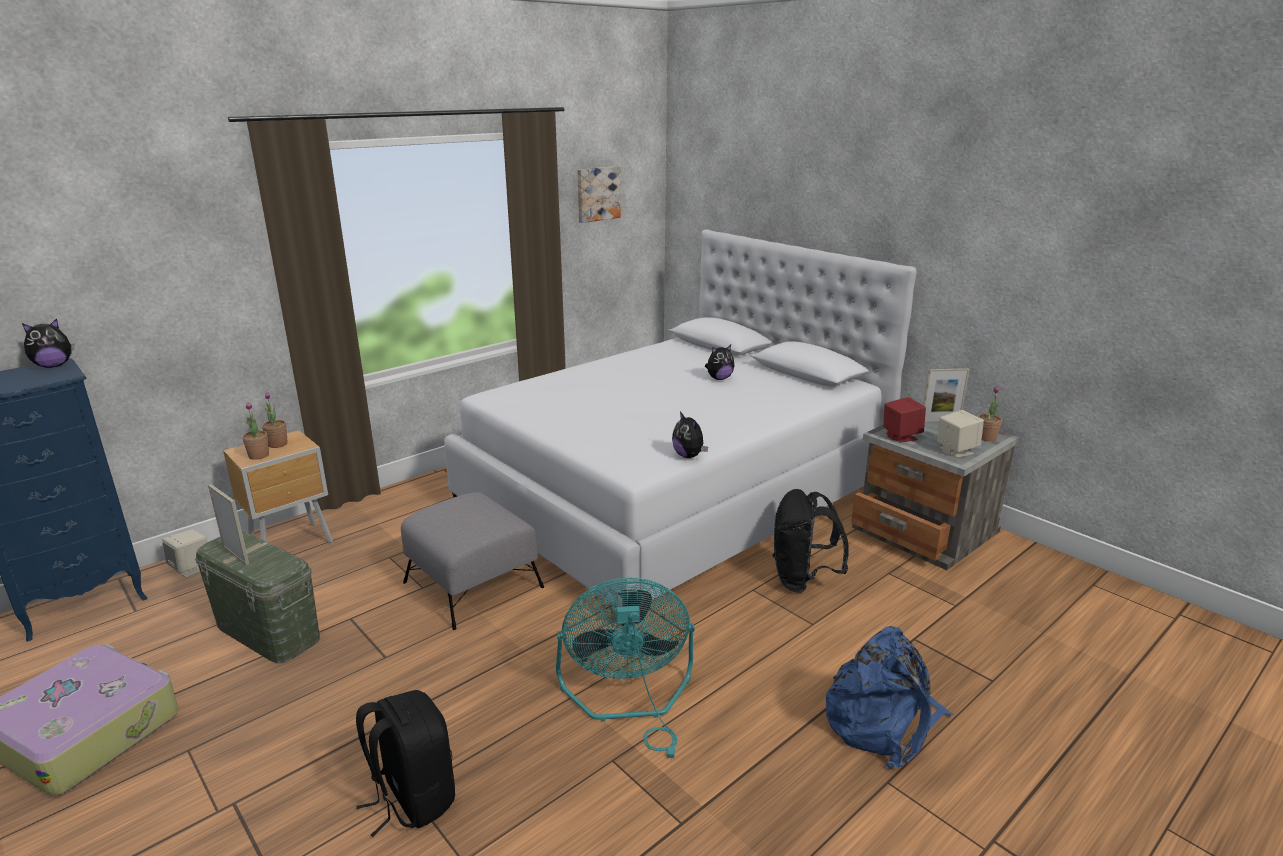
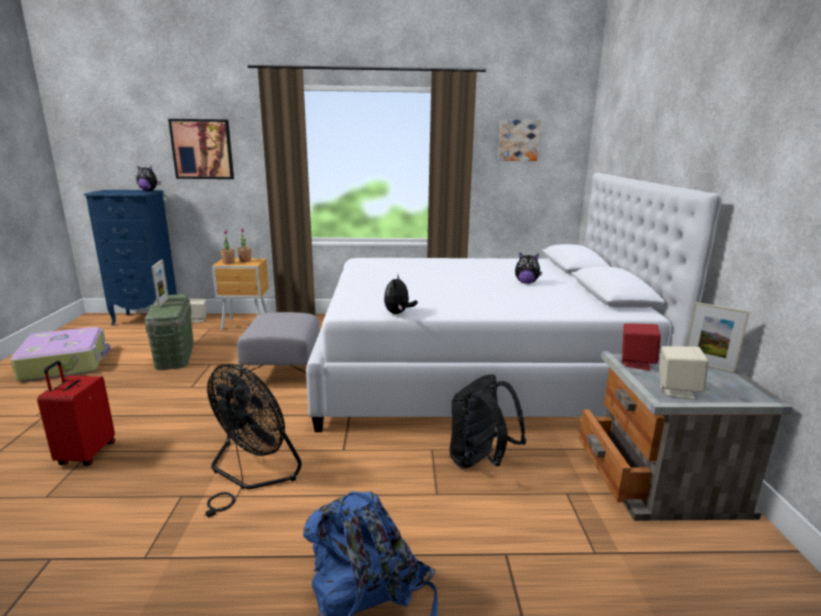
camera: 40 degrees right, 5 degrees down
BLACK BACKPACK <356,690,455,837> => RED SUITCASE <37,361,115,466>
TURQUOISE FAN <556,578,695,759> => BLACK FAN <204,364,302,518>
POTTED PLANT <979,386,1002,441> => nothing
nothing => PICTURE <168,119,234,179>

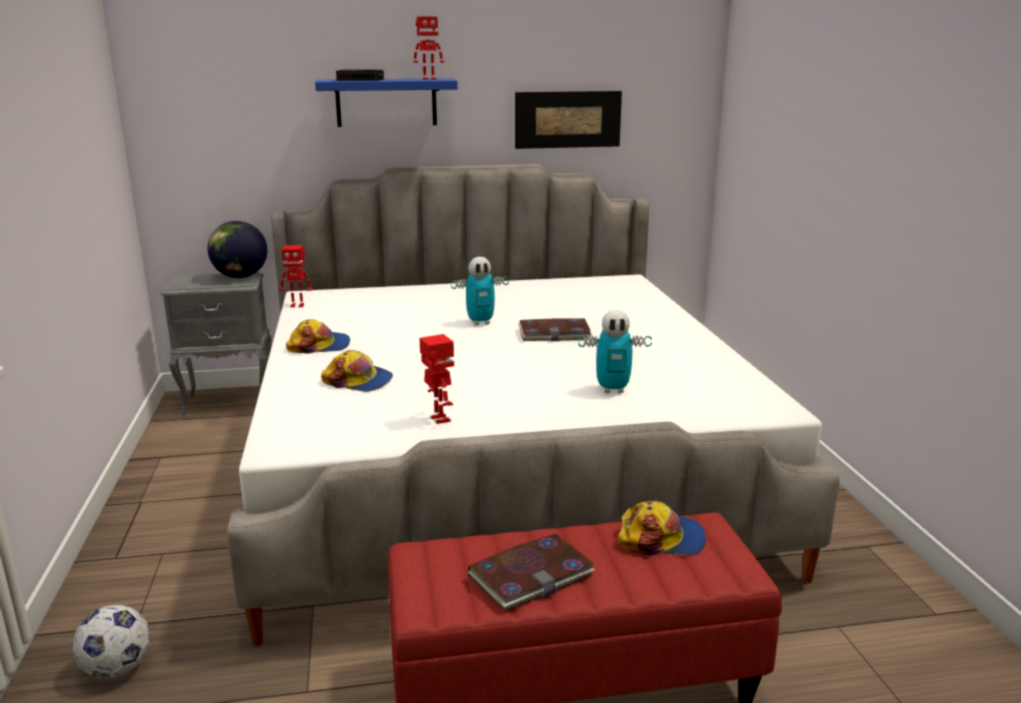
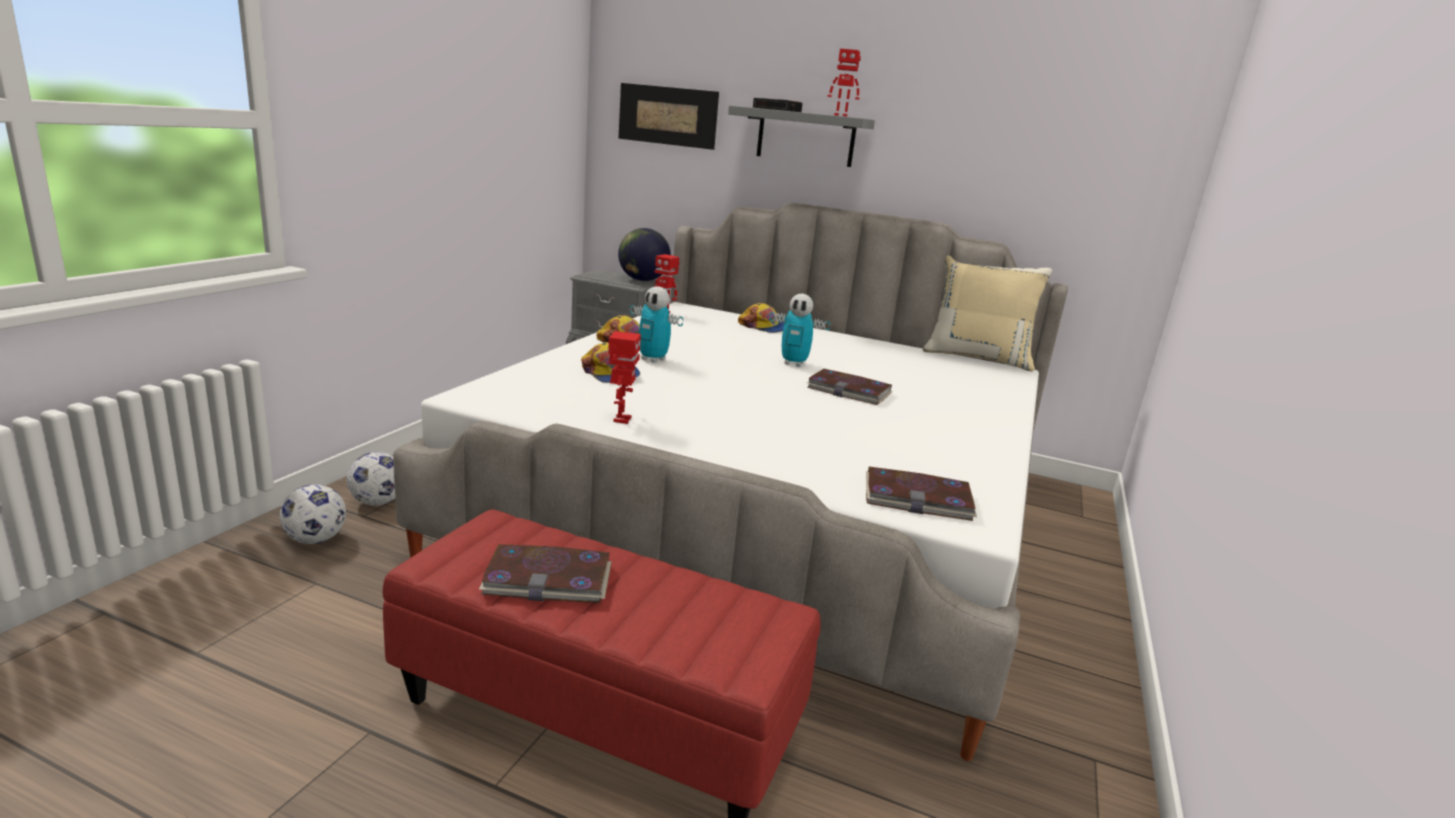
camera: 30 degrees right, 0 degrees up
BLUE SHELF <315,78,458,127> => GREY SHELF <728,105,875,167>
PICTURE <515,91,622,149> => PICTURE <619,83,719,150>, move
TOY ROBOT <578,310,652,393> => TOY ROBOT <630,286,683,363>, move
CAP <618,500,706,555> => CAP <738,303,784,333>, move
nothing => FOOTBALL <347,452,395,506>
nothing => BOOK <866,467,977,521>
nothing => BEIGE PILLOW <923,256,1052,372>

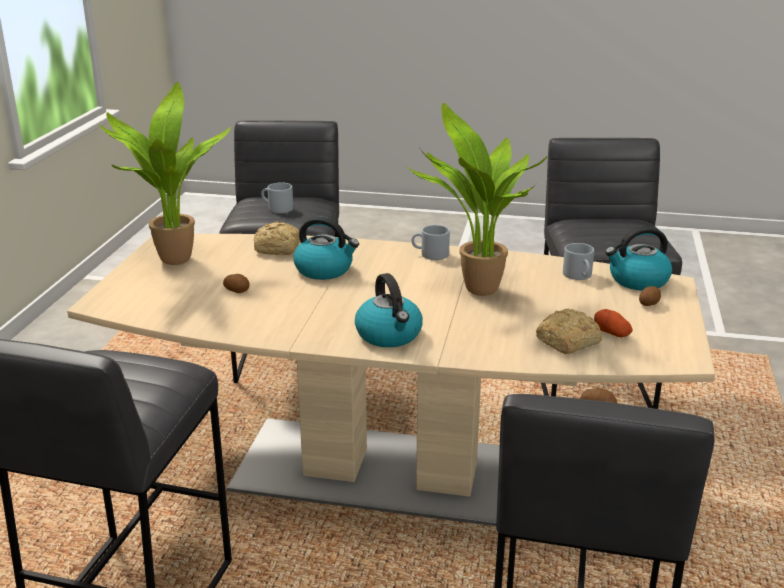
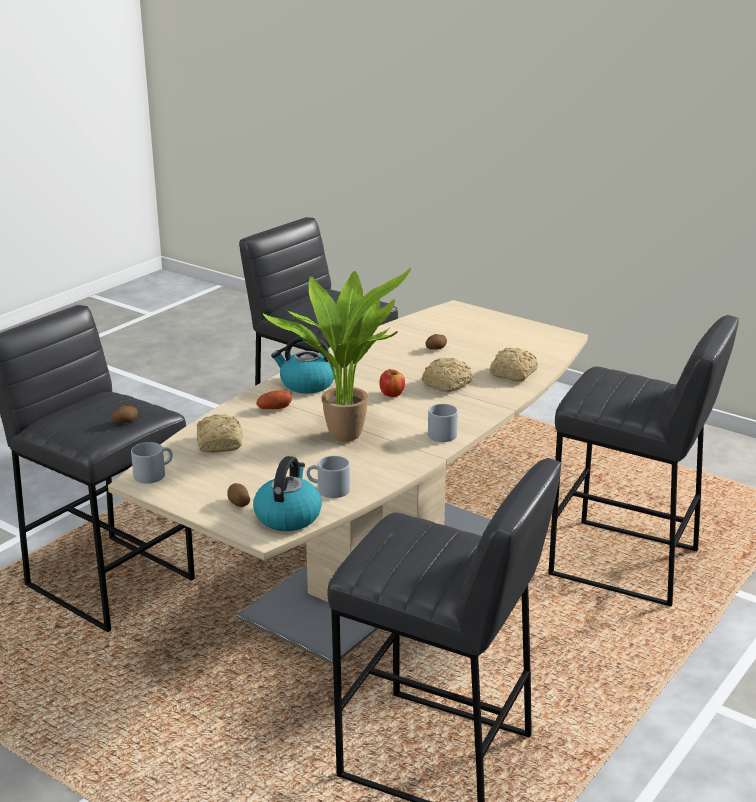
camera: 115 degrees right, 0 degrees up
POTTED PLANT <99,82,231,265> => nothing
GREY MUG <261,182,293,213> => GREY MUG <131,442,173,484>, move
KETTLE <293,217,359,280> => BREAD <422,358,474,392>
POTATO <594,309,633,337> => POTATO <257,391,292,409>, move
nothing => APPLE <379,369,405,397>

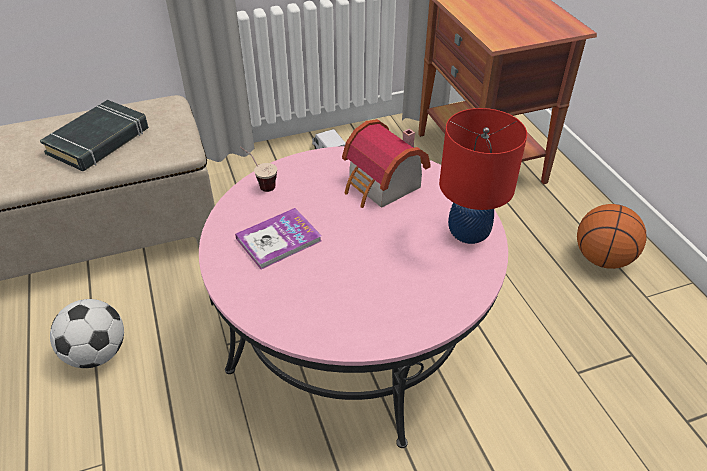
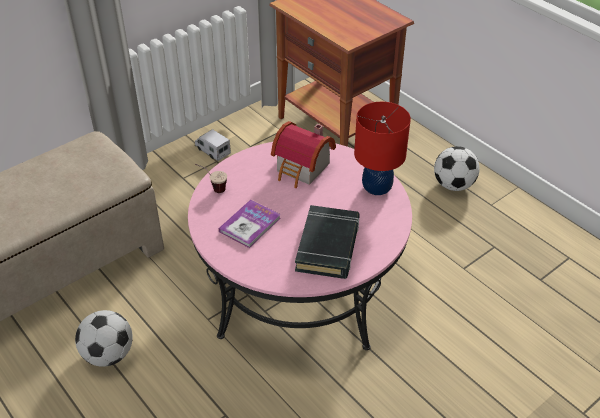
camera: 20 degrees left, 0 degrees up
BLACK BOOK <40,100,149,171> => BLACK BOOK <295,205,360,279>, move
BASKETBALL <577,204,646,269> => FOOTBALL <434,146,480,191>

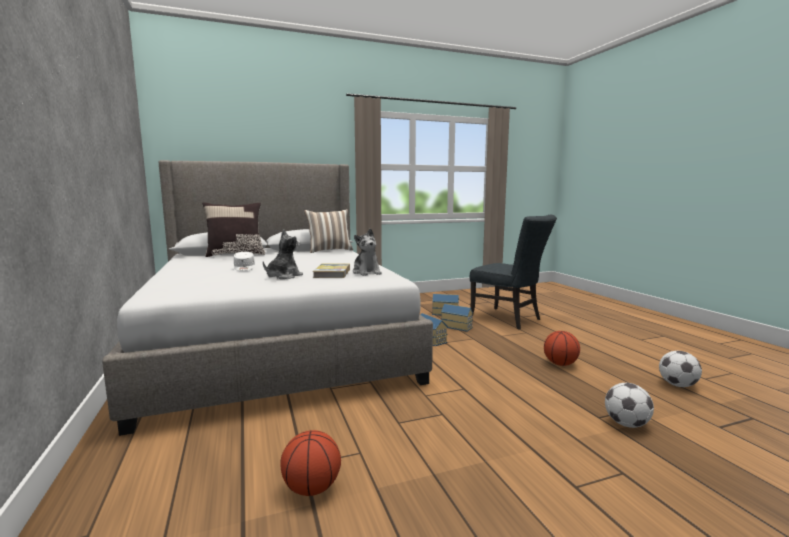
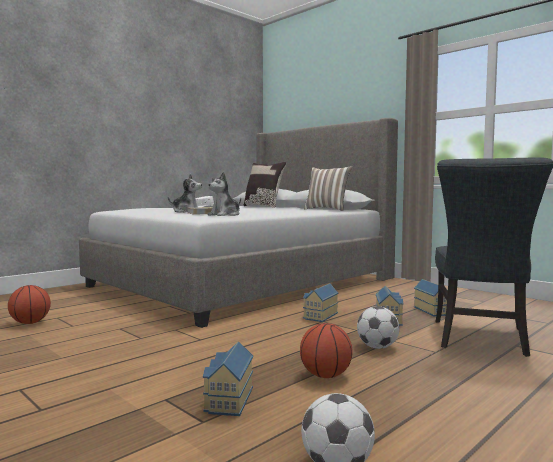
camera: 65 degrees right, 5 degrees down
FOOTBALL <605,383,654,428> => FOOTBALL <357,306,399,349>, move
nothing => TOY HOUSE <203,341,253,416>

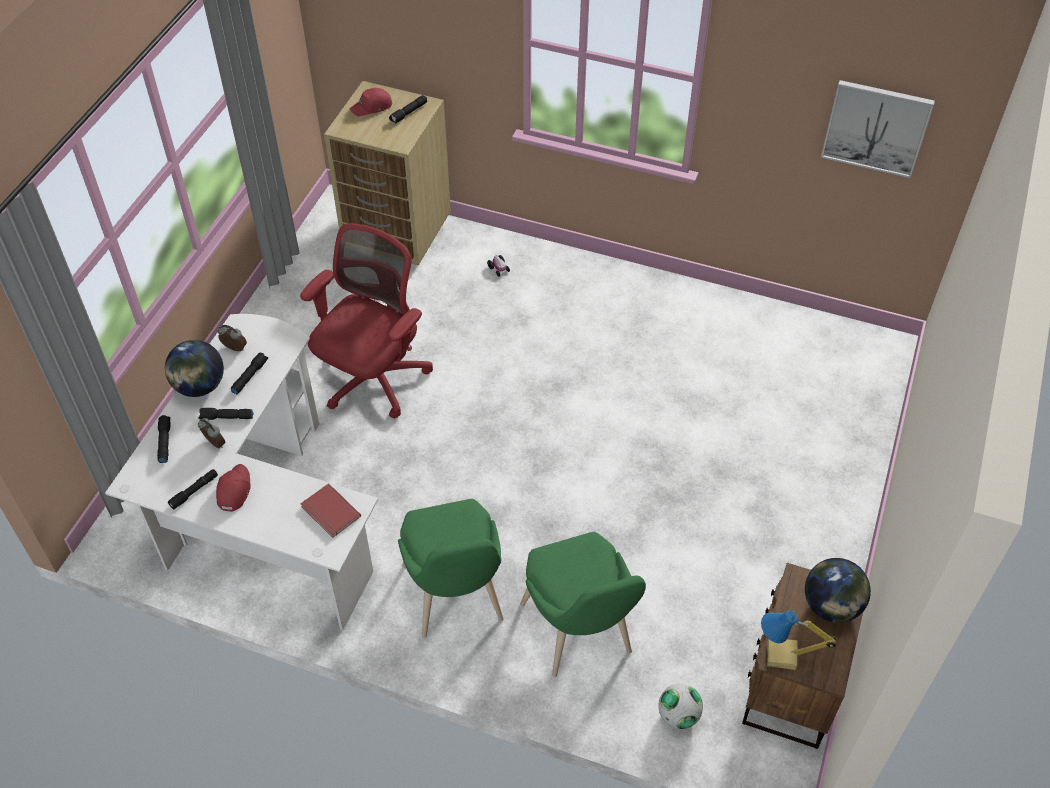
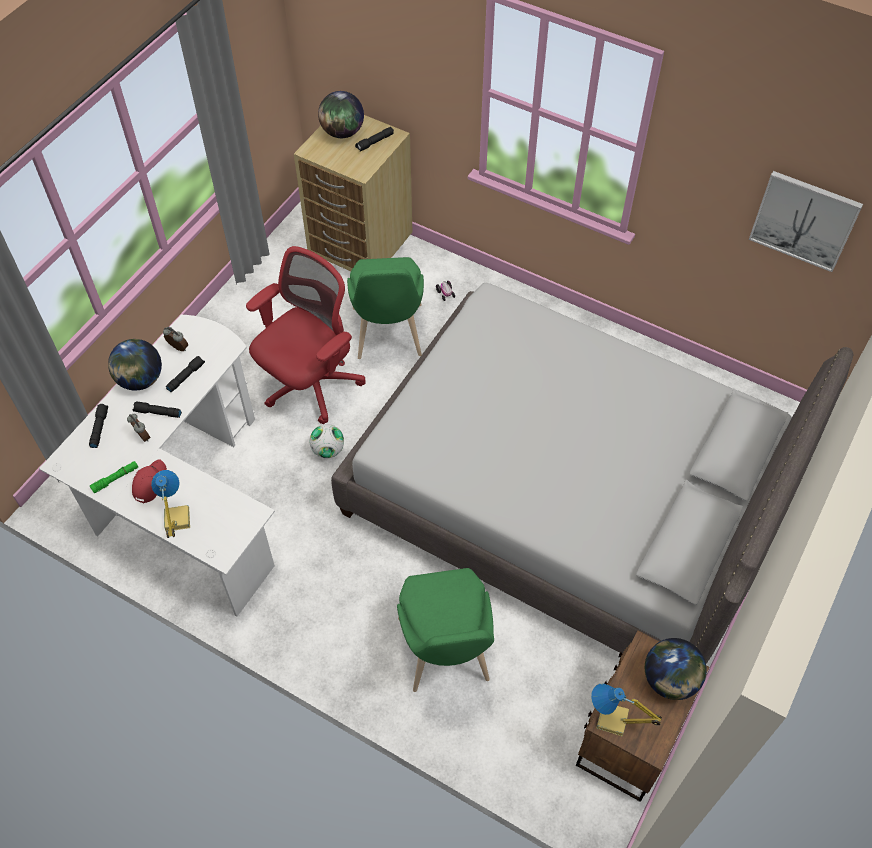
camera: 10 degrees right, 5 degrees up
BLACK FLASHLIGHT <168,469,218,509> => GREEN FLASHLIGHT <90,461,138,493>
RED BOOK <300,483,361,538> => nothing
RED CAP <349,88,392,116> => GLOBE <318,91,364,138>
GREEN CHAIR <398,499,503,638> => GREEN CHAIR <347,257,424,359>, move
FOOTBALL <658,683,703,729> => FOOTBALL <310,424,344,458>, move
nothing => TABLE LAMP <151,470,190,538>
nothing => GREY BED <331,283,854,664>

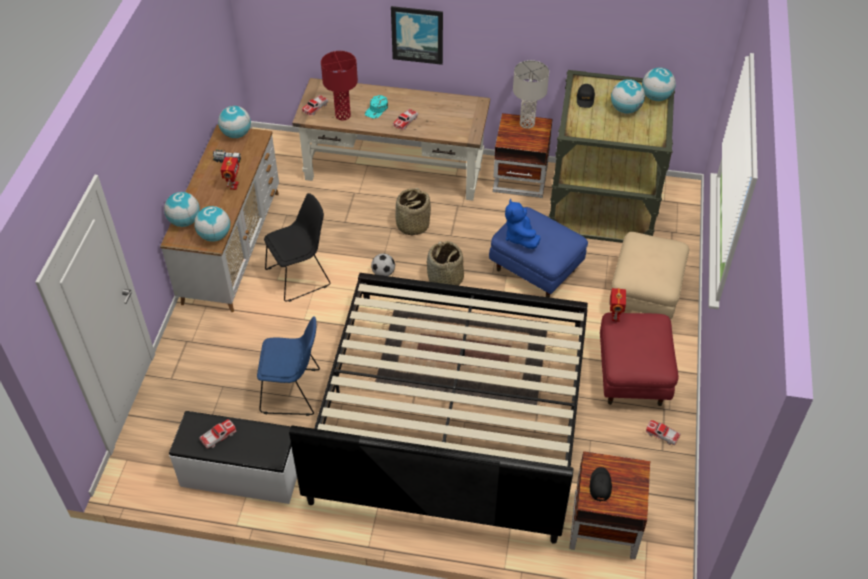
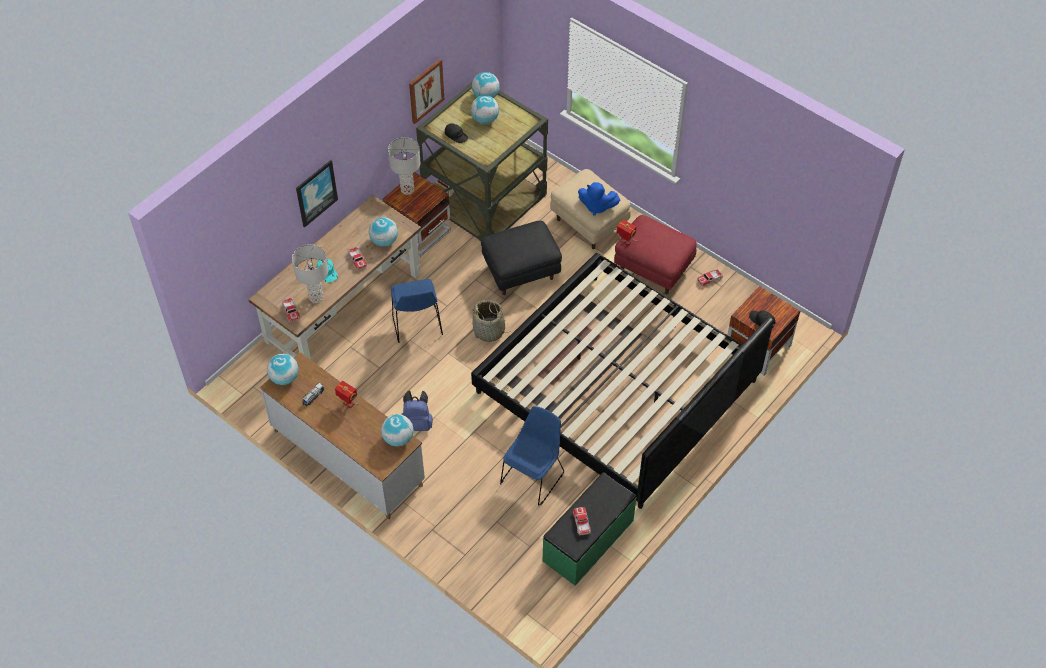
camera: 60 degrees left, 5 degrees up
GLOBE <164,192,200,227> => GLOBE <369,217,398,247>, move
WHITE BENCH <169,411,297,504> => GREEN BENCH <543,472,637,586>
BLACK CHAIR <264,193,331,302> => BLUE BACKPACK <401,390,433,431>
RED TABLE LAMP <321,51,358,120> => WHITE TABLE LAMP <292,244,328,303>
FOOTBALL <371,254,395,276> => nothing
BASKET <395,188,431,235> => BLUE CHAIR <391,279,443,343>
BLUE OTTOMAN <489,207,588,298> => BLACK OTTOMAN <481,221,562,295>
BLUE PLUSH TOY <505,199,540,249> => BLUE PLUSH TOY <578,182,620,216>, move
nothing => PICTURE <409,59,445,124>

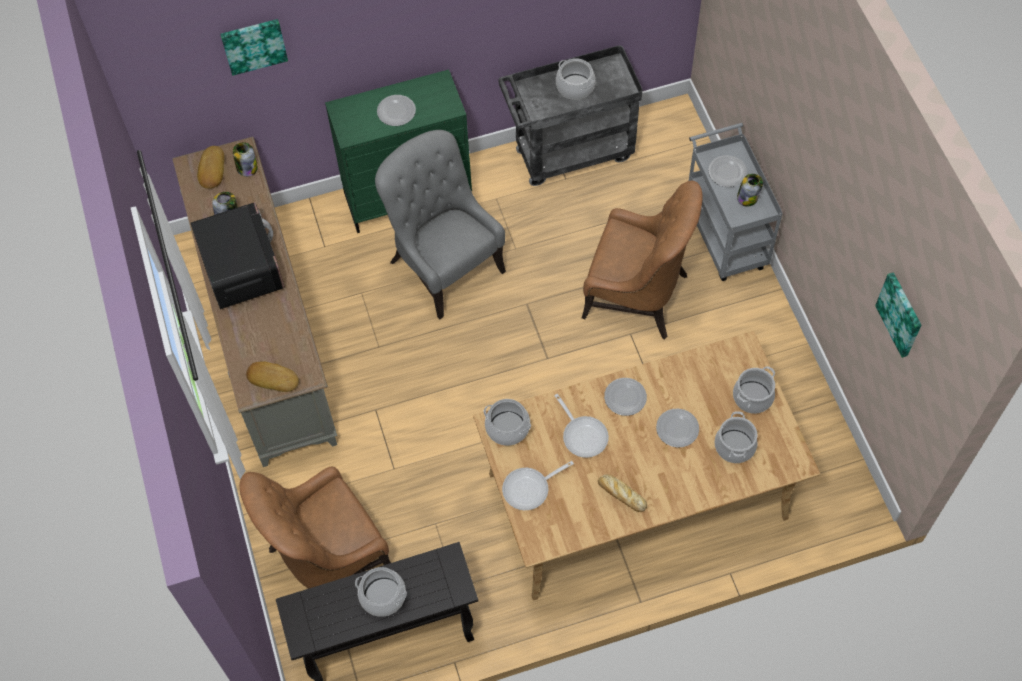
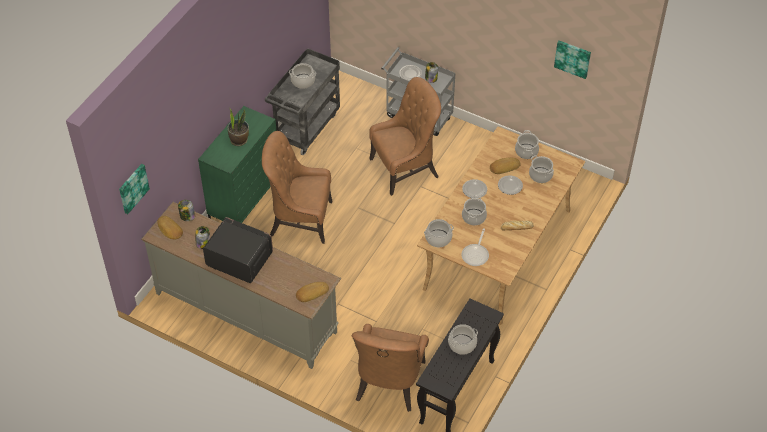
camera: 45 degrees left, 10 degrees down
PICTURE <220,19,288,76> => PICTURE <119,164,150,214>, move
GREY CHAIR <375,130,506,319> => BROWN CHAIR <262,131,332,244>
PLATE <377,95,416,126> => POTTED PLANT <228,109,249,146>
FRYING PAN <555,394,609,458> => COOKING POT <462,195,487,225>
nothing => BREAD <490,158,521,174>

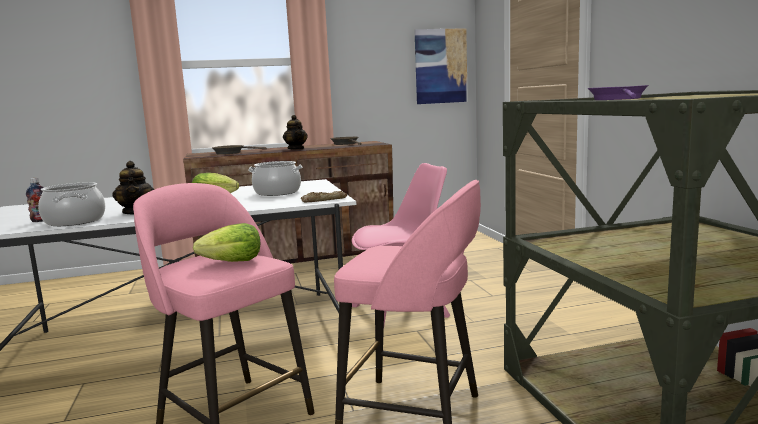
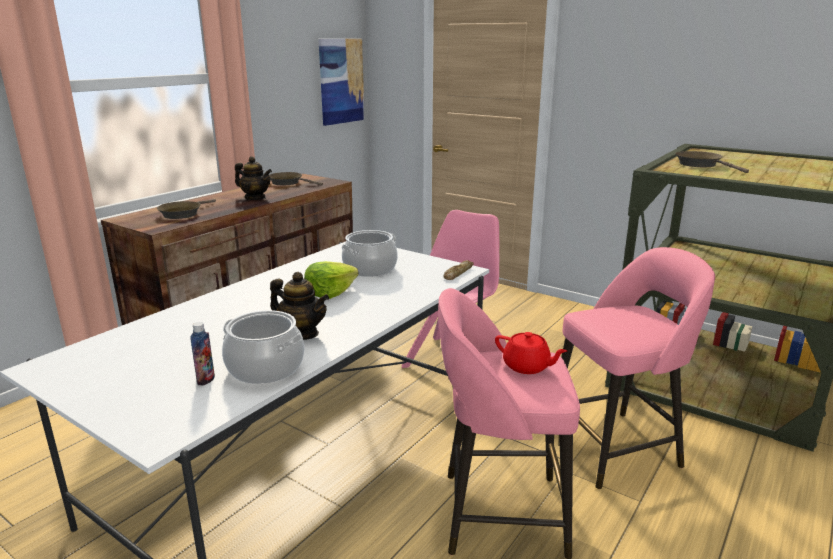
camera: 40 degrees left, 10 degrees up
LETTUCE <193,223,260,262> => RED TEAPOT <495,332,567,374>
PURPLE FRYING PAN <588,85,649,100> => BROWN FRYING PAN <675,151,749,173>

